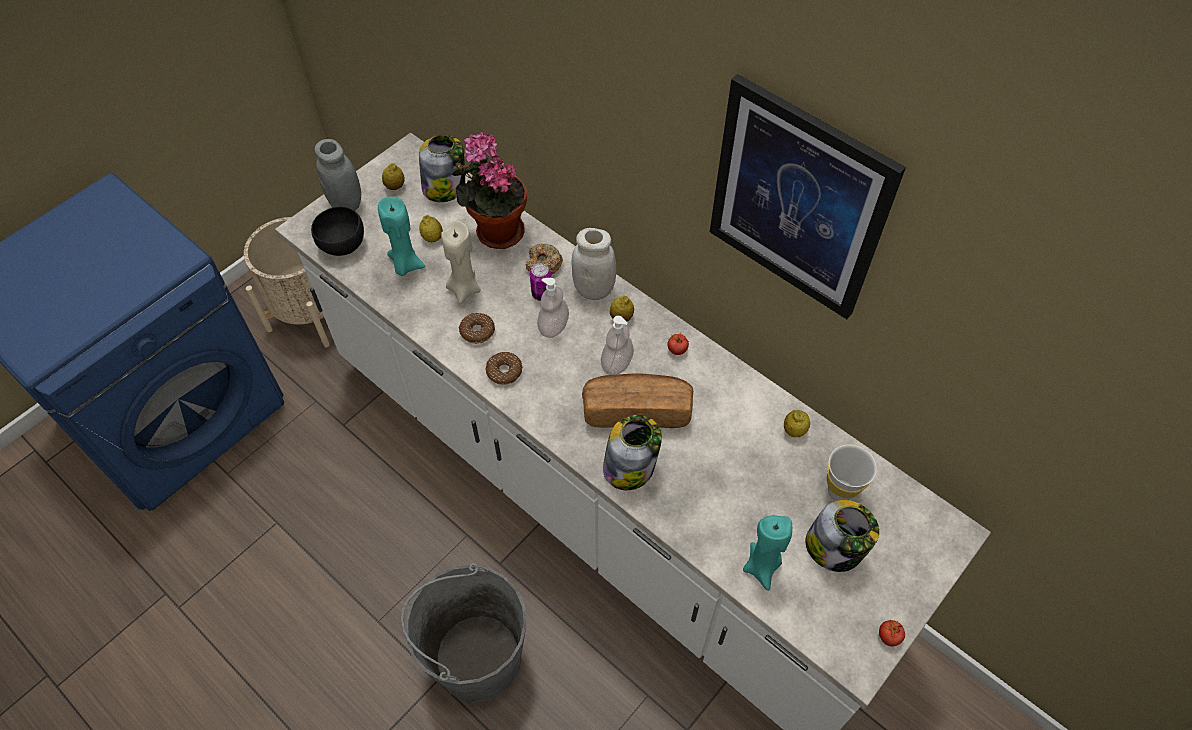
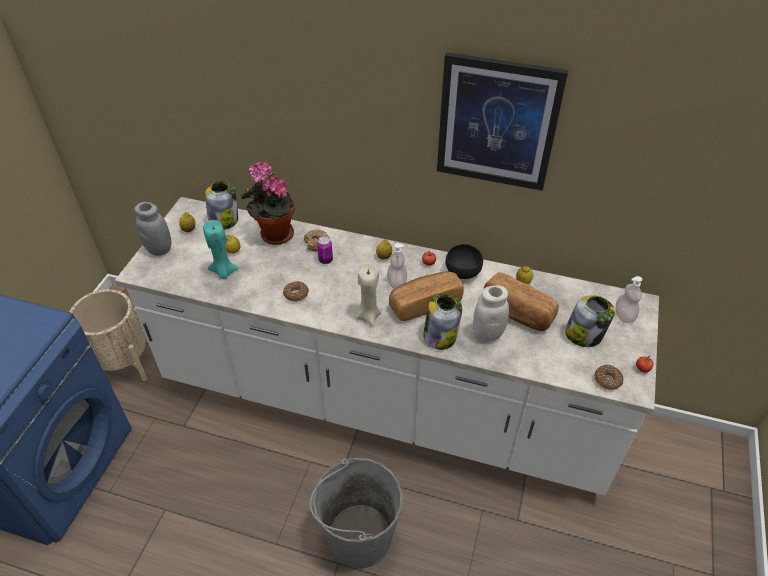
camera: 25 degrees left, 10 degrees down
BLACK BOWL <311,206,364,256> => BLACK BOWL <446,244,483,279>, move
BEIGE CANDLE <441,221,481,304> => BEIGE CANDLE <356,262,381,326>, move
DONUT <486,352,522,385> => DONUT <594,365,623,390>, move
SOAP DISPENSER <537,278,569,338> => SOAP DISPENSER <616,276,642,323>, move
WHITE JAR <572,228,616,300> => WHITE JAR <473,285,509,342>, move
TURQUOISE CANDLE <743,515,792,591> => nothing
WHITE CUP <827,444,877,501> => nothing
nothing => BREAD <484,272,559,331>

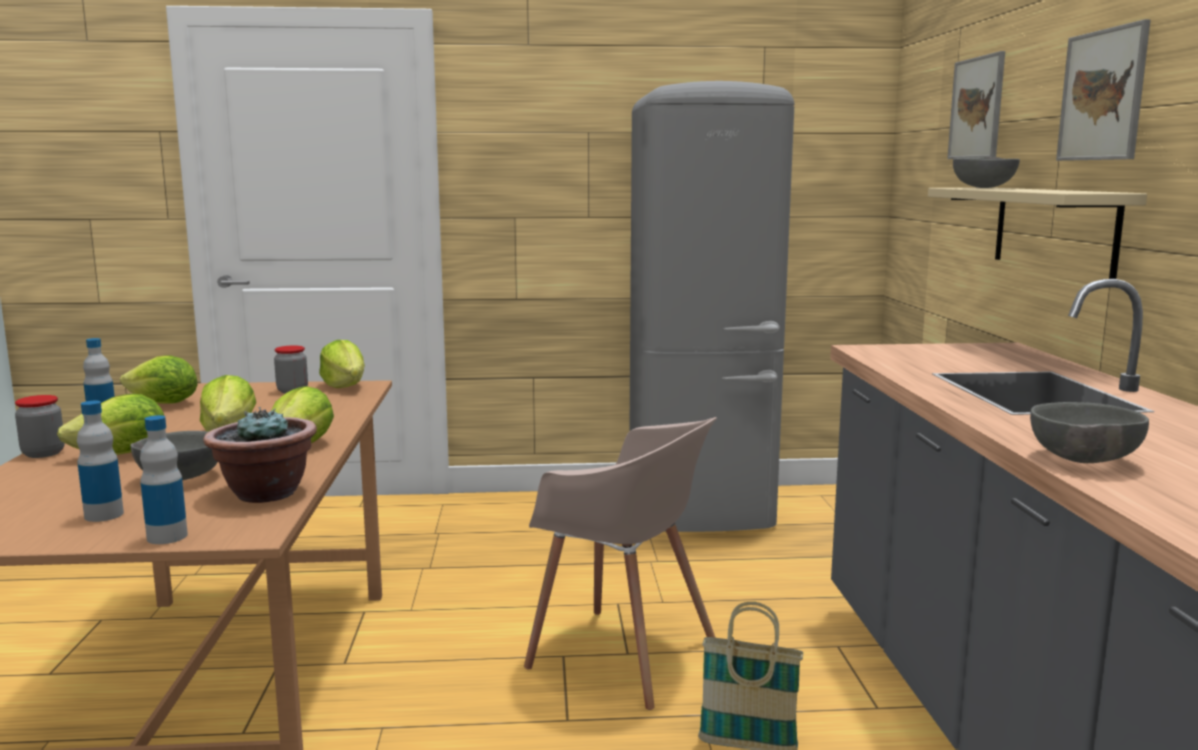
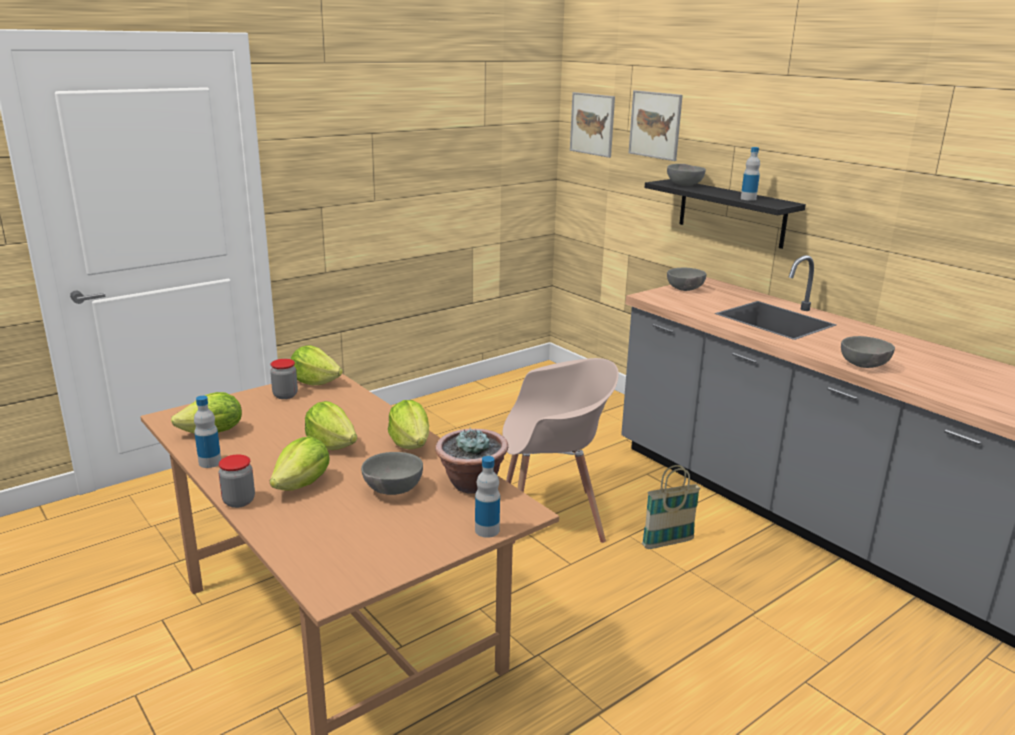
camera: 35 degrees left, 10 degrees up
BOTTLE <77,401,124,522> => BOTTLE <741,147,760,201>, move
GREY FRIDGE <629,81,795,532> => nothing
BEIGE SHELF <928,188,1147,279> => BLACK SHELF <645,179,806,249>
PICTURE <1056,19,1151,161> => PICTURE <570,92,615,158>, move
nothing => GREY BOWL <667,268,706,291>

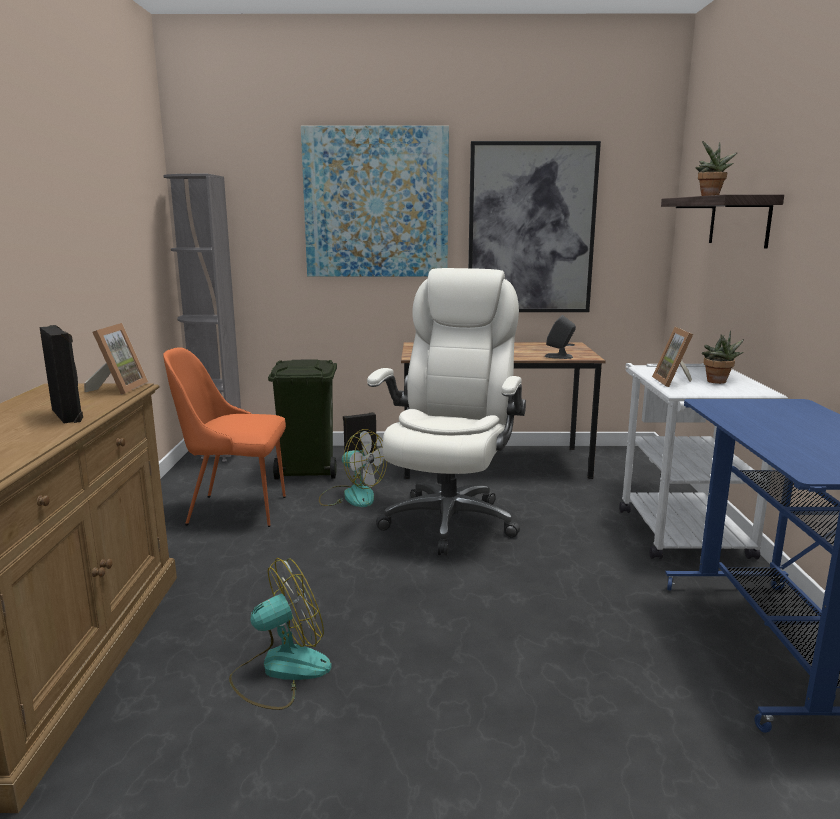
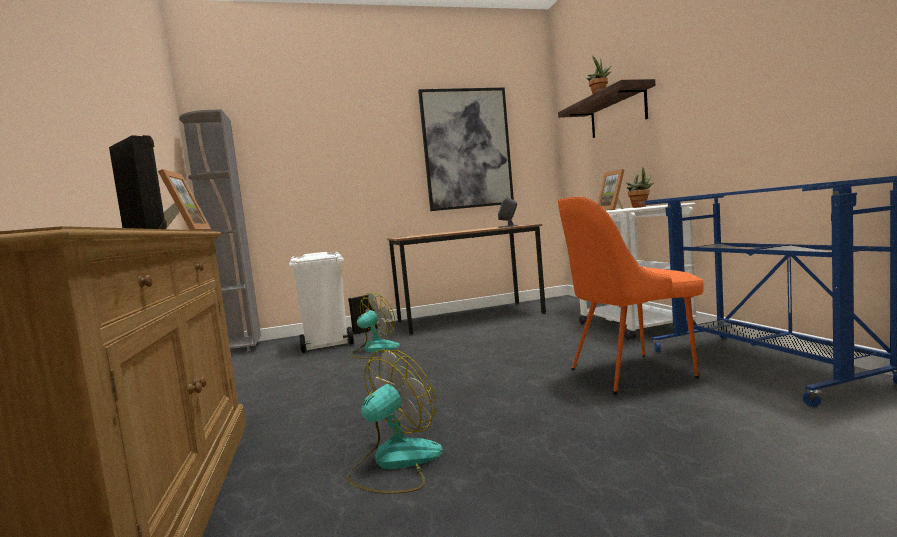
camera: 15 degrees left, 10 degrees down
ORANGE CHAIR <163,347,286,527> => ORANGE CHAIR <558,197,704,395>, move
GREEN TRASH CAN <268,360,337,480> => WHITE TRASH CAN <289,252,354,353>
PICTURE <301,126,449,276> => nothing
FAN <319,429,387,507> => FAN <349,293,400,359>, 60 degrees counterclockwise
WHITE OFFICE CHAIR <367,268,526,555> => nothing

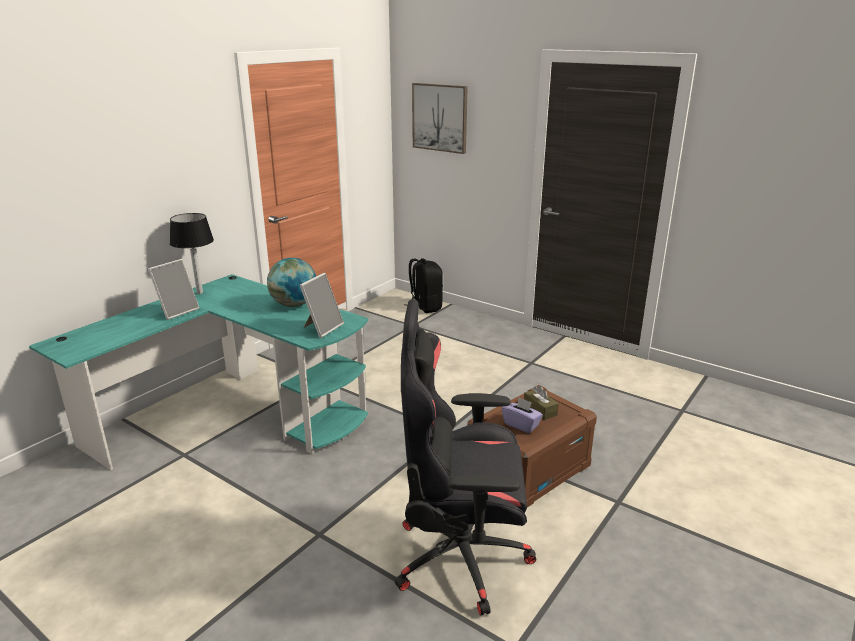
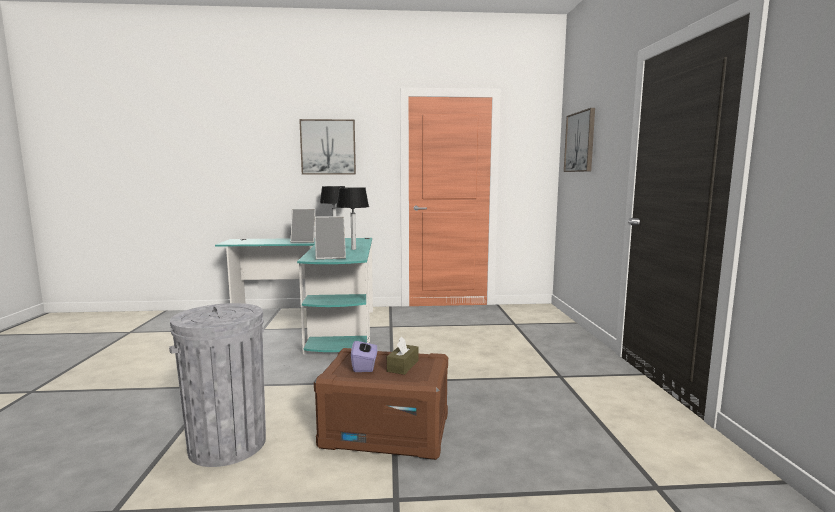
camera: 50 degrees right, 15 degrees down
GLOBE <267,258,316,307> => TABLE LAMP <337,187,369,250>
BLACK OFFICE CHAIR <395,298,536,615> => GREY TRASH CAN <169,303,266,467>
BLACK BACKPACK <409,258,443,313> => nothing
nothing => PICTURE <299,119,356,175>

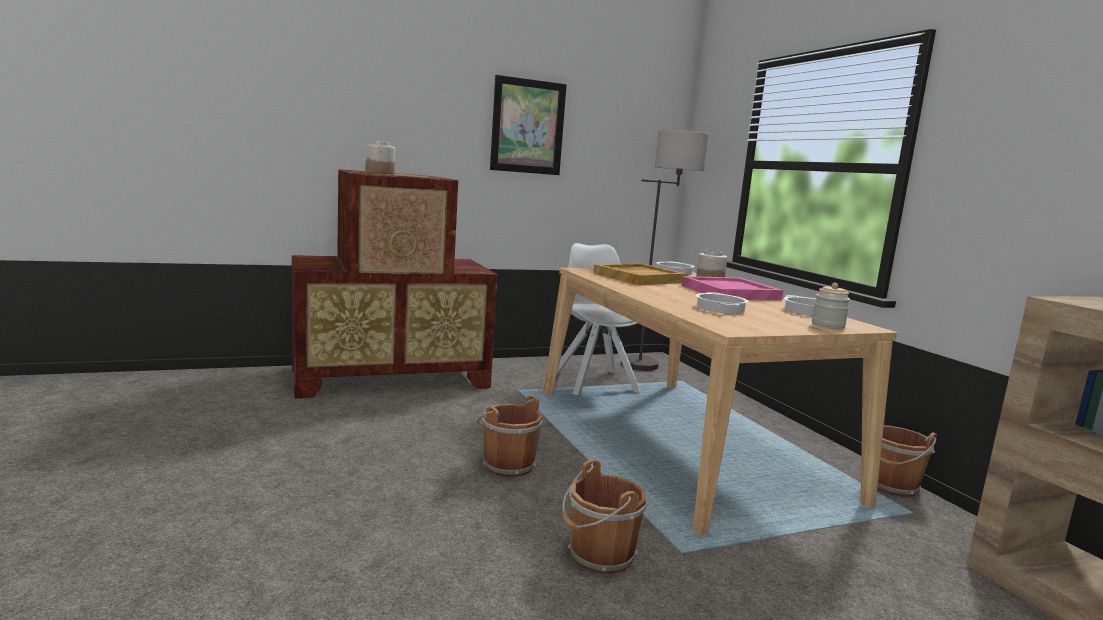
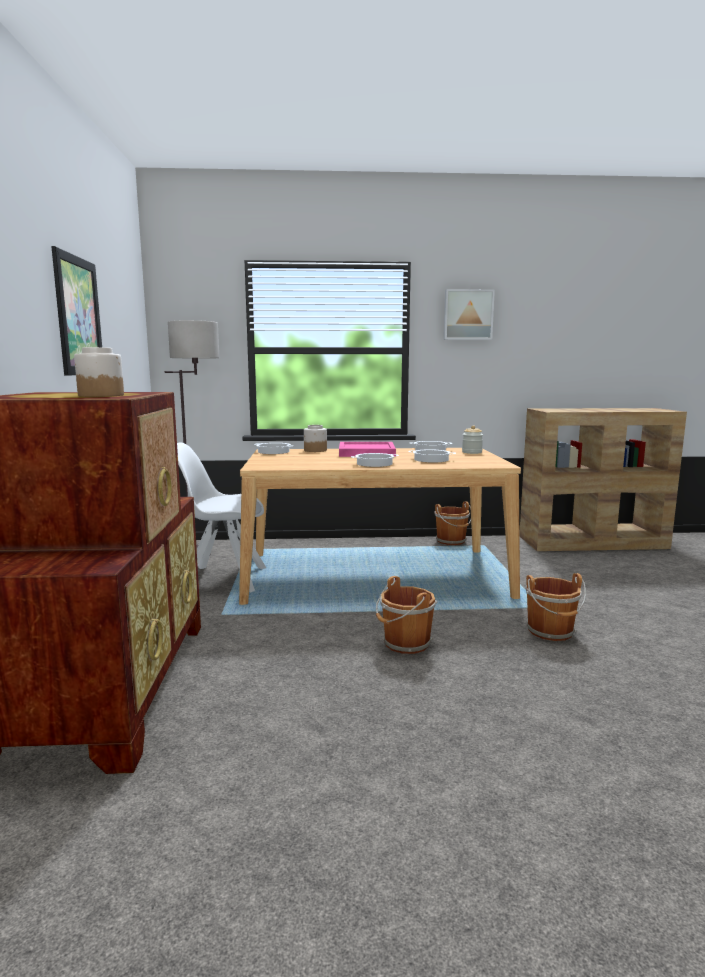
camera: 70 degrees left, 0 degrees up
BEIGE TRAY <593,263,688,285> => nothing
nothing => COOKING POT <351,453,399,467>
nothing => PICTURE <444,289,495,340>

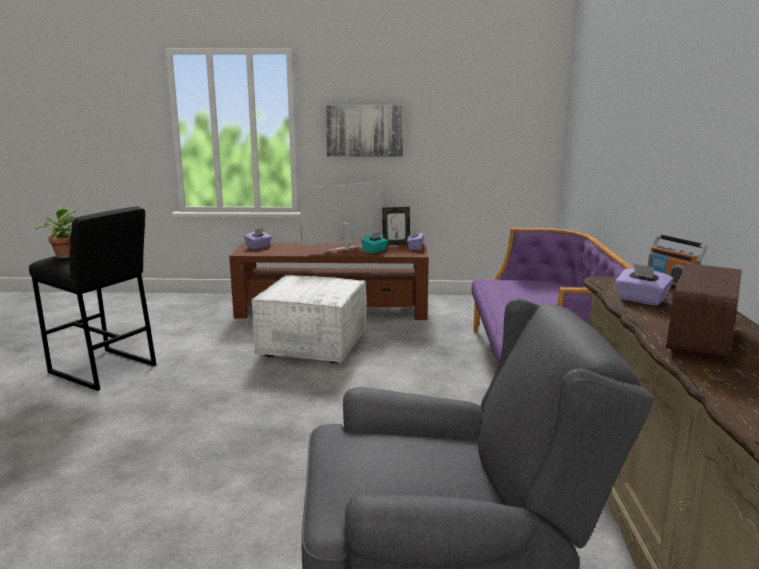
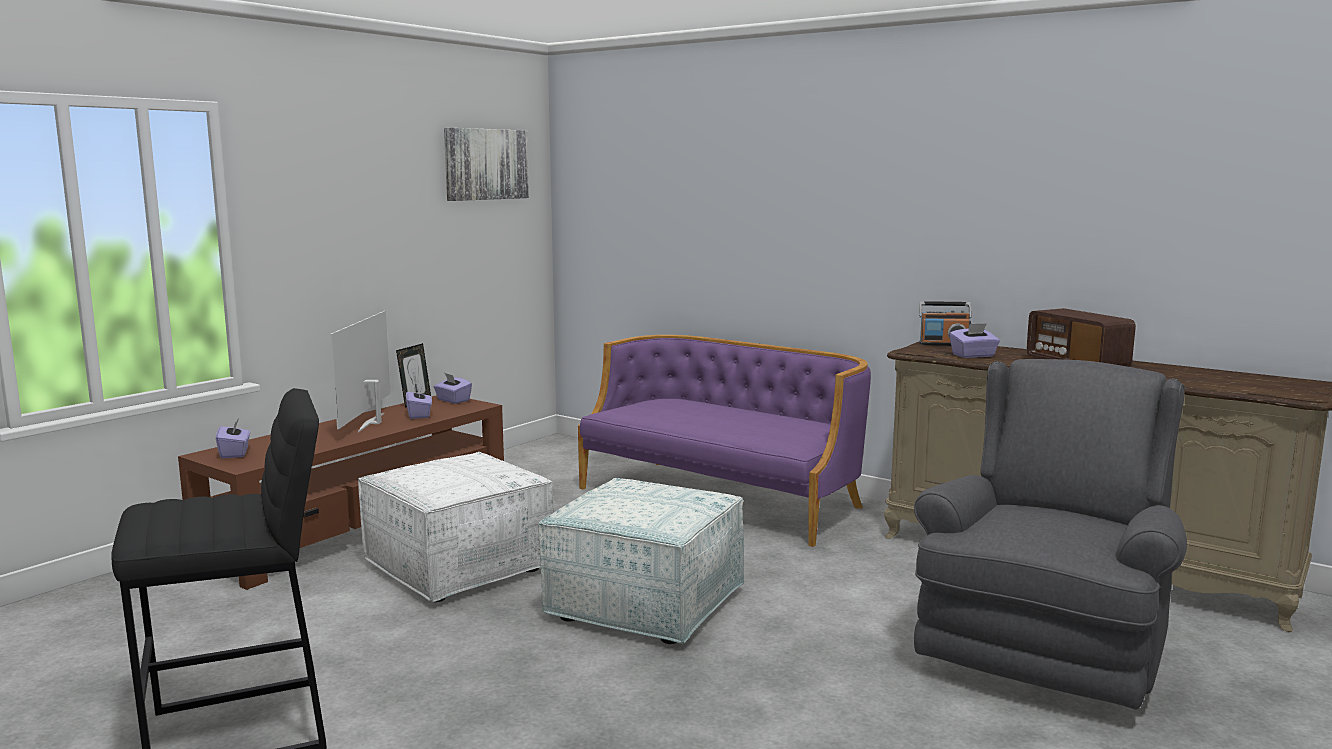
camera: 55 degrees left, 5 degrees down
POTTED PLANT <35,207,76,258> => nothing
PICTURE <326,105,404,156> => PICTURE <444,128,529,201>, move
TURQUOISE TISSUE BOX <361,232,388,253> => PURPLE TISSUE BOX <406,385,432,419>
nothing => WHITE OTTOMAN <538,478,744,644>

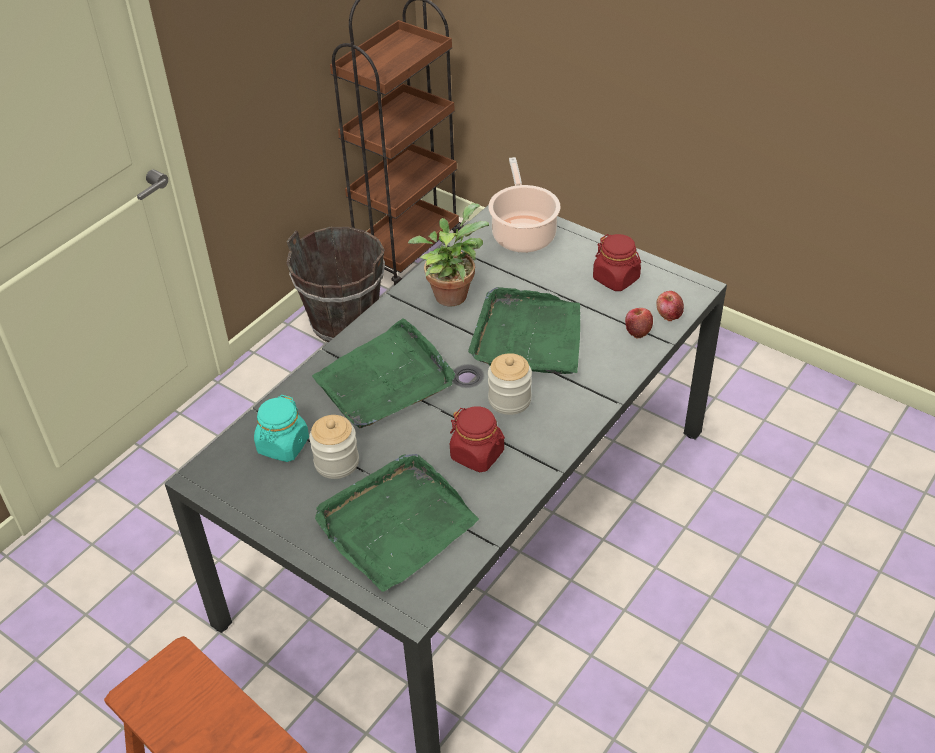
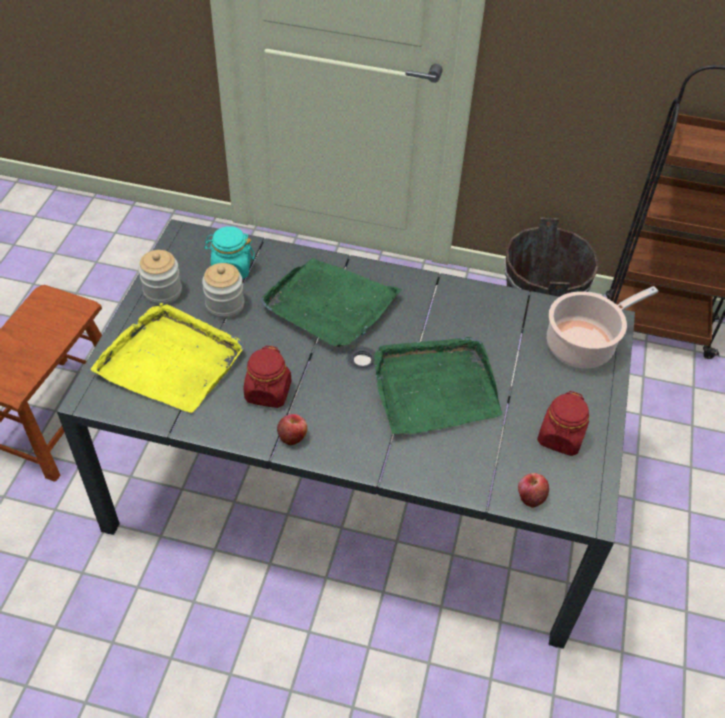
camera: 65 degrees right, 5 degrees up
GREEN TRAY <315,454,479,592> => YELLOW TRAY <91,303,244,413>
POTTED PLANT <408,203,489,306> => nothing
JAR <488,353,532,415> => JAR <138,250,182,305>, move
APPLE <625,308,653,338> => APPLE <277,414,308,445>, move

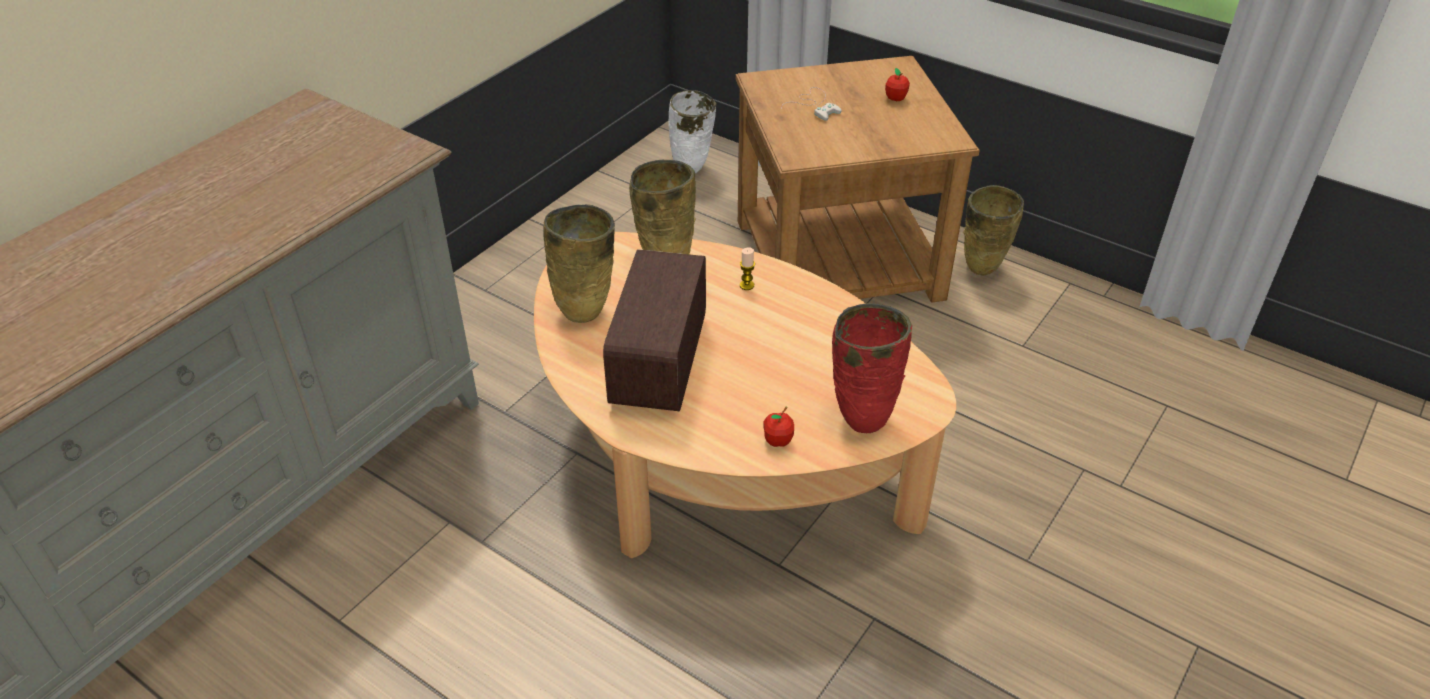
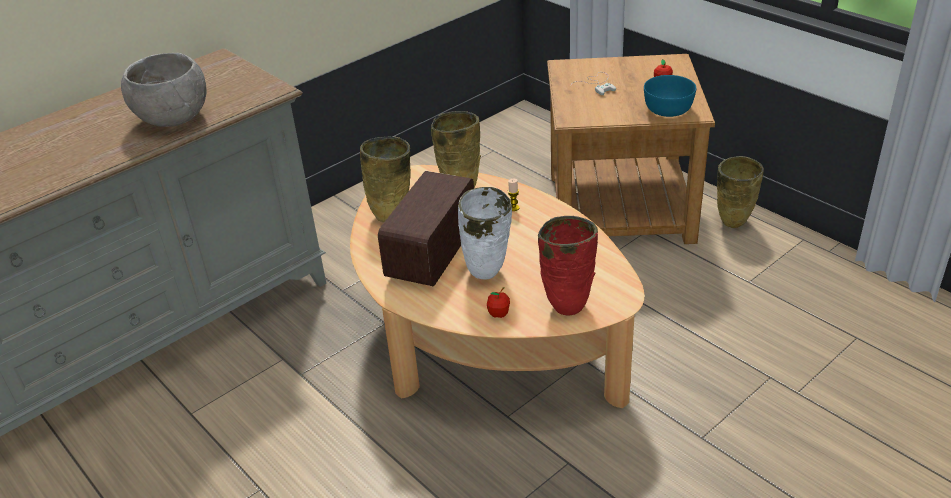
camera: 15 degrees right, 5 degrees down
WHITE VASE <669,90,716,173> => WHITE VASE <458,187,512,280>, move
nothing => GREY BOWL <121,53,207,127>
nothing => TURQUOISE BOWL <644,75,696,117>

